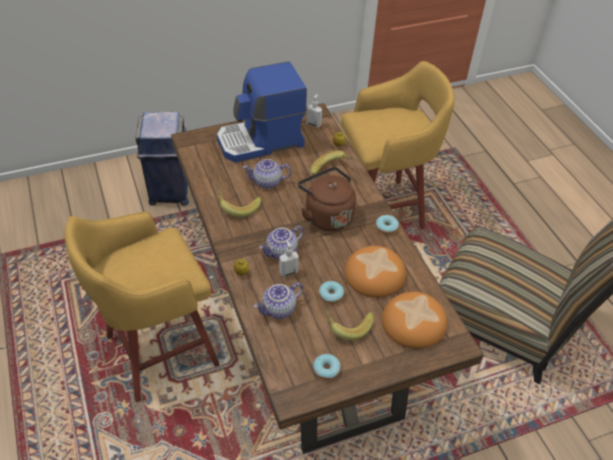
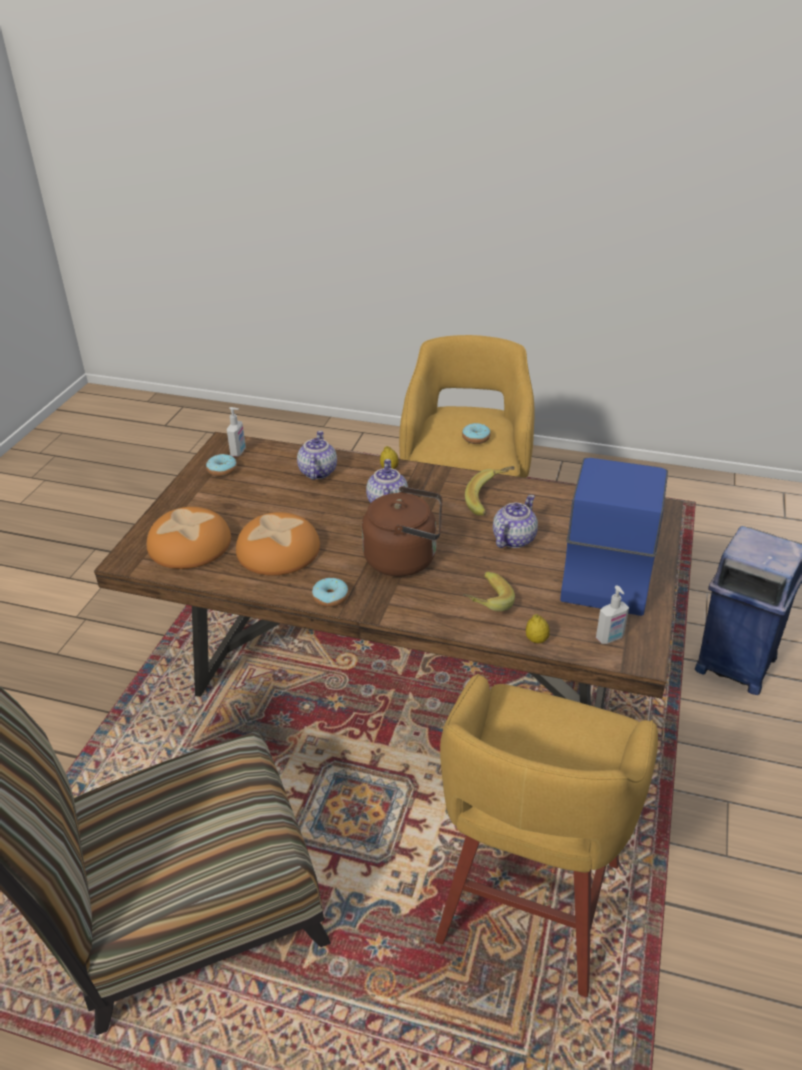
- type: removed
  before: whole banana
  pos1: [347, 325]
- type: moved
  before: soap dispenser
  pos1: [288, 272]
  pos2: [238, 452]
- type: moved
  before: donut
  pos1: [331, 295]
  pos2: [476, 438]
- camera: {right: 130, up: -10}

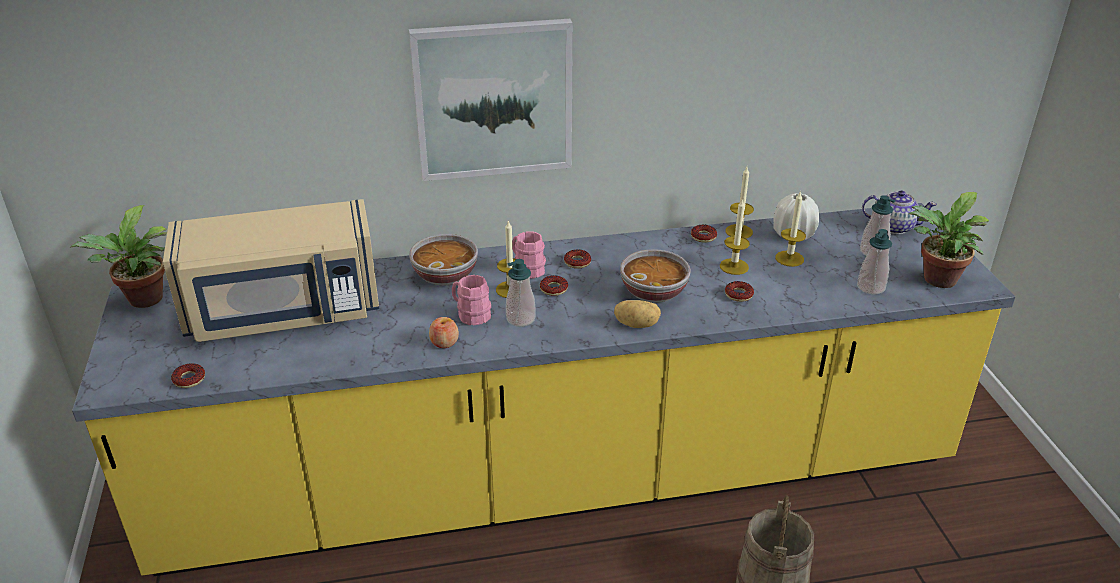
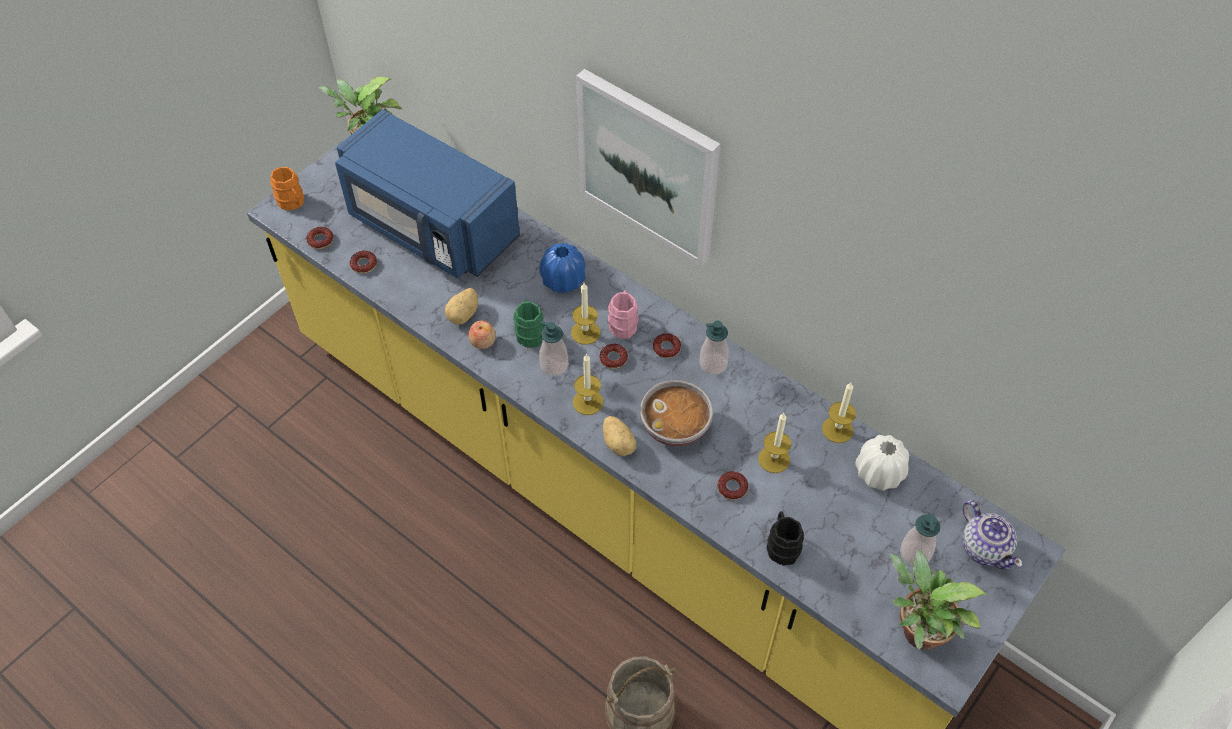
- type: added
  after: orange-coloured coffee mug
  pos2: [292, 203]
- type: added
  after: potato
  pos2: [464, 314]
- type: added
  after: black coffee mug
  pos2: [782, 545]
- type: moved
  before: donut
  pos1: [703, 237]
  pos2: [364, 264]
- type: moved
  before: candle
  pos1: [789, 258]
  pos2: [588, 402]
- type: moved
  before: soap dispenser
  pos1: [870, 287]
  pos2: [713, 364]
- type: replaced
  before: deep dish
  after: bluish vase
  pos1: [445, 275]
  pos2: [563, 280]
- type: recoloured
  before: beige microwave oven
  after: bluish microwave oven
  pos1: [284, 312]
  pos2: [430, 227]
- type: recoloured
  before: pinkish coffee mug
  after: green-coloured coffee mug
  pos1: [470, 315]
  pos2: [529, 332]
- camera: {right: 50, up: 20}

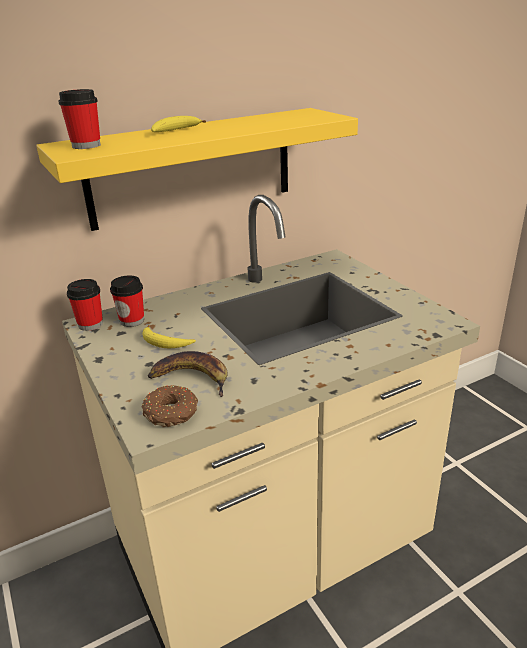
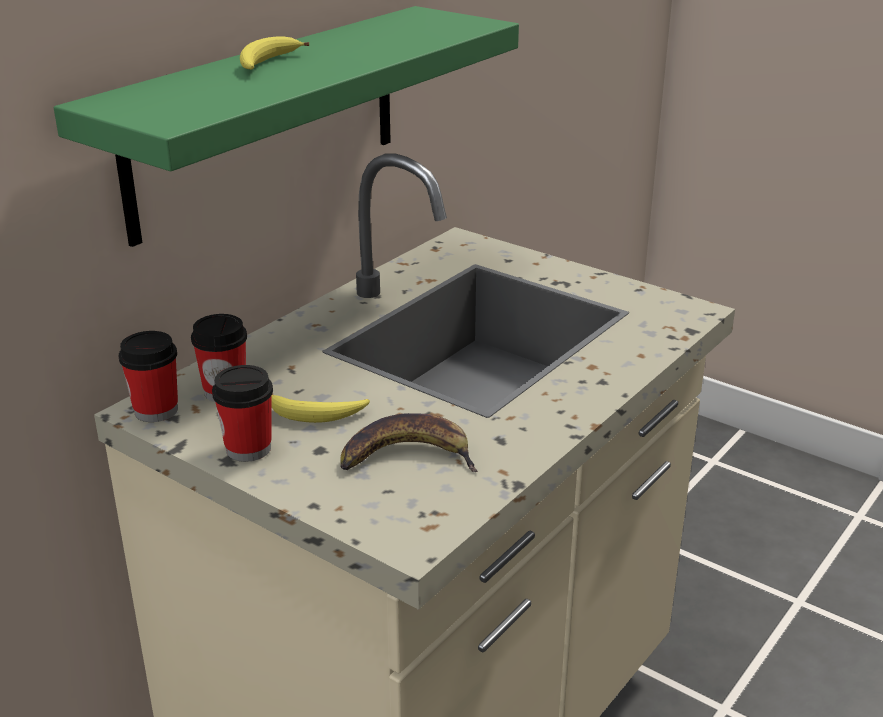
- type: removed
  before: donut
  pos1: [171, 413]
- type: moved
  before: cup
  pos1: [86, 146]
  pos2: [248, 448]
- type: recoloured
  before: yellow-coloured wall shelf
  after: green-coloured wall shelf
  pos1: [192, 168]
  pos2: [267, 120]
- camera: {right: -25, up: 0}

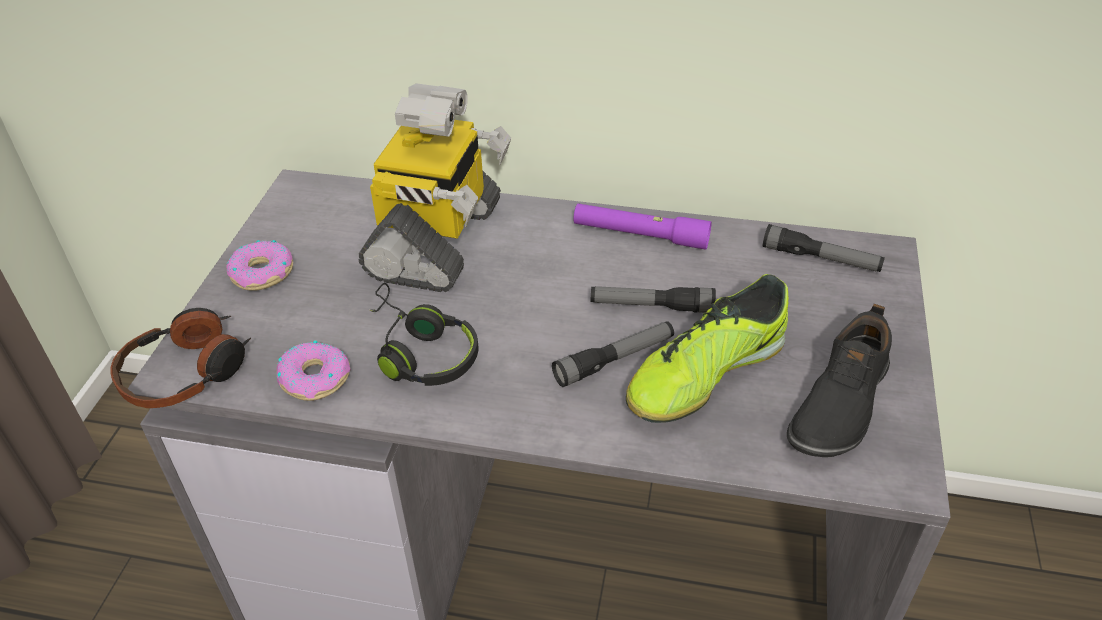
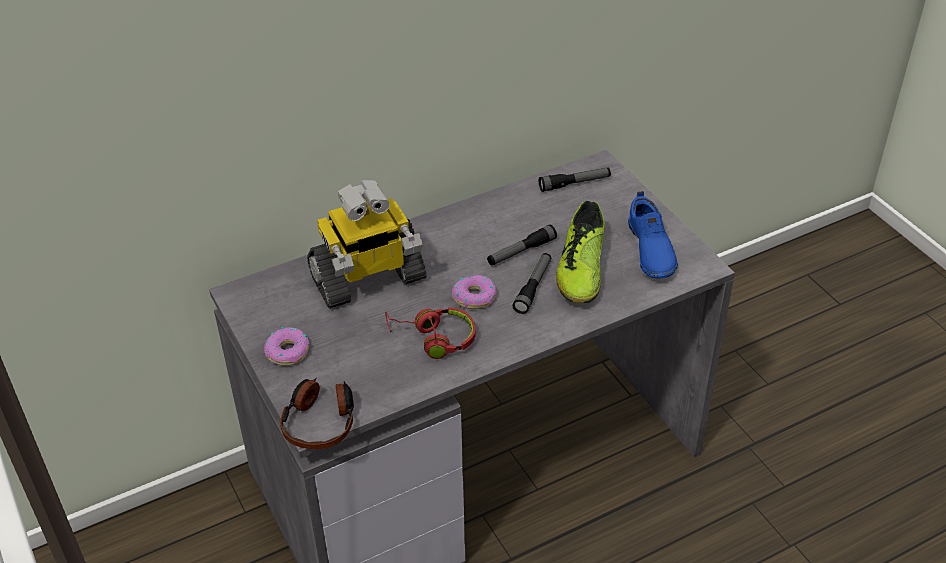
- type: removed
  before: purple hand torch
  pos1: [640, 235]
- type: moved
  before: donut
  pos1: [315, 378]
  pos2: [474, 297]
- type: recoloured
  before: black headphones
  after: red headphones
  pos1: [419, 351]
  pos2: [433, 339]
- type: recoloured
  before: black item of footwear
  after: bluish item of footwear
  pos1: [838, 403]
  pos2: [649, 250]
- type: turned
  before: toy robot
  pos1: [438, 241]
  pos2: [368, 279]
  turn: 90
- camera: {right: -40, up: 0}

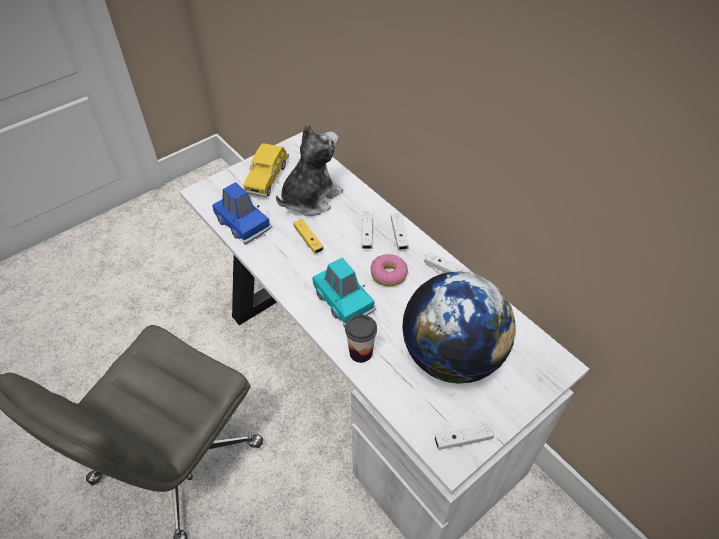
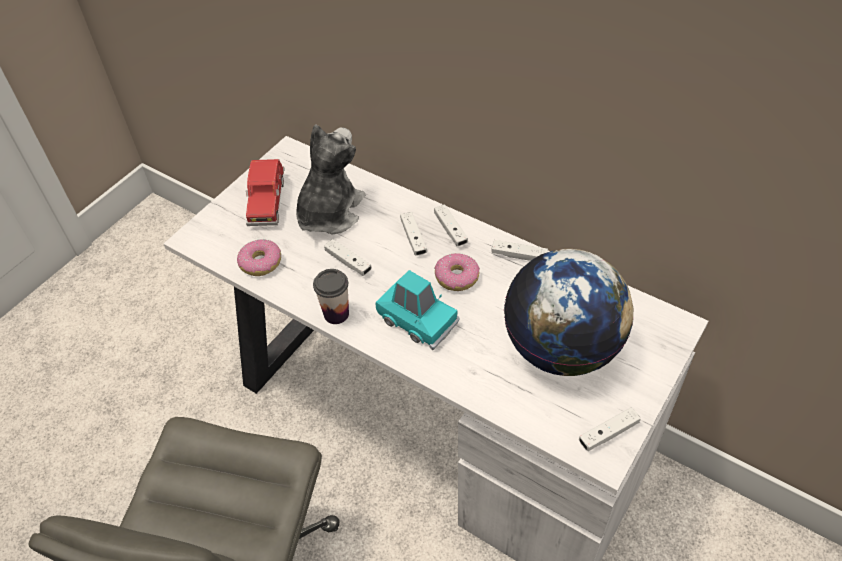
- type: moved
  before: cup
  pos1: [360, 352]
  pos2: [336, 314]
- type: replaced
  before: bluish model car
  after: donut
  pos1: [243, 223]
  pos2: [261, 262]
- type: recoloured
  before: yellow-coloured model car
  after: red model car
  pos1: [267, 178]
  pos2: [267, 201]
- type: recoloured
  before: yellow-coloured joypad
  after: whitish joypad
  pos1: [308, 240]
  pos2: [348, 262]
- camera: {right: -15, up: 0}

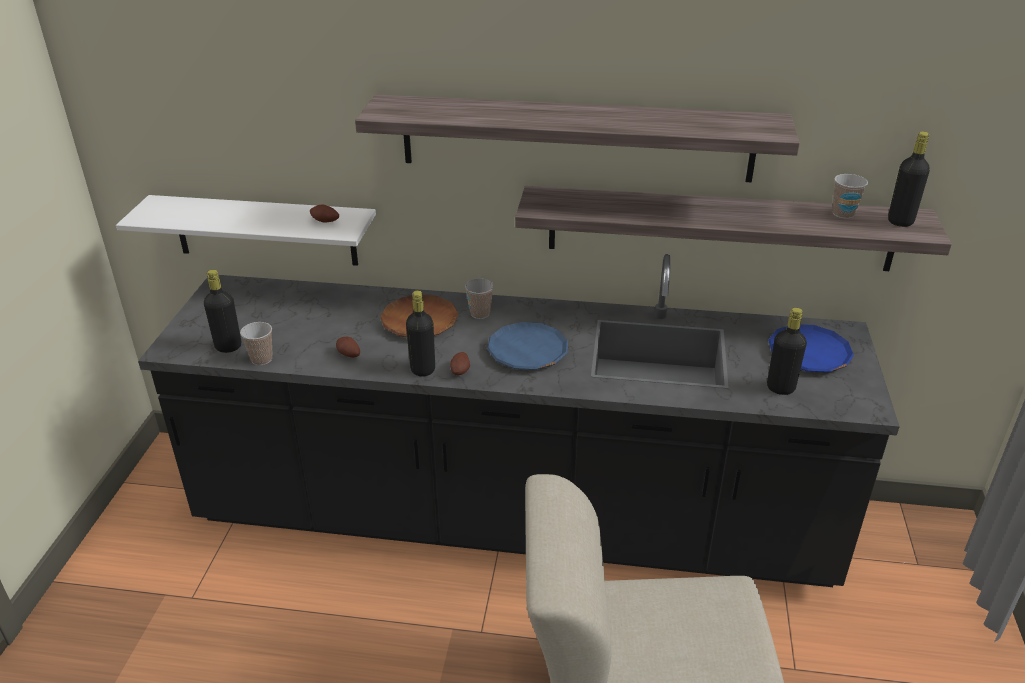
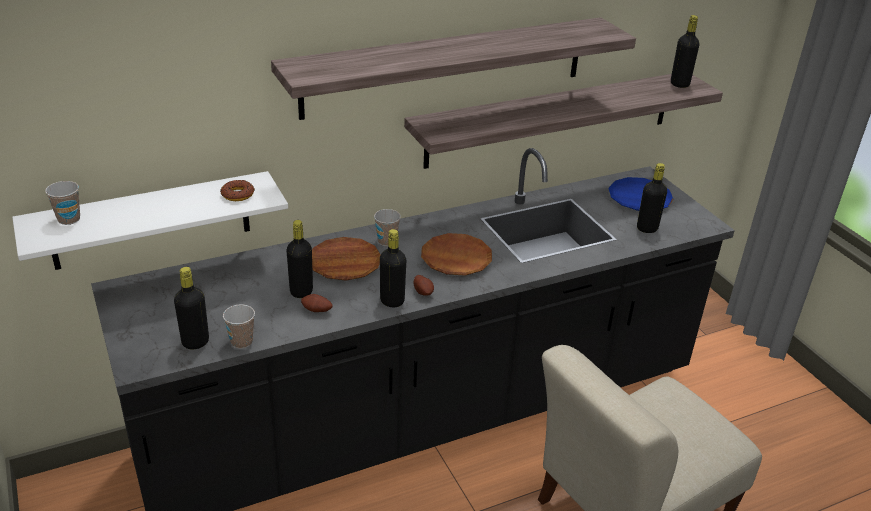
- type: added
  after: black bottle
  pos2: [301, 291]
- type: moved
  before: cup
  pos1: [843, 214]
  pos2: [69, 219]
- type: replaced
  before: potato
  after: donut
  pos1: [325, 222]
  pos2: [238, 194]
- type: recoloured
  before: bluish plate
  after: brown plate
  pos1: [527, 351]
  pos2: [456, 259]
- camera: {right: -35, up: 0}

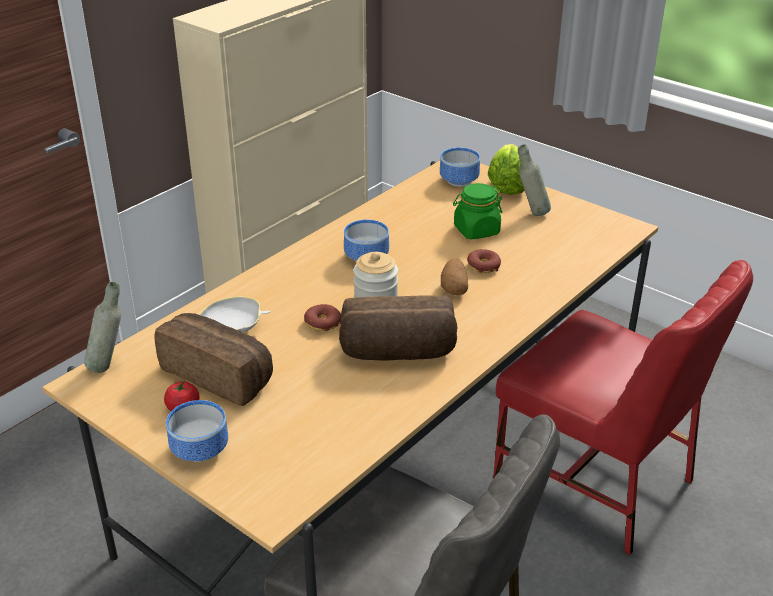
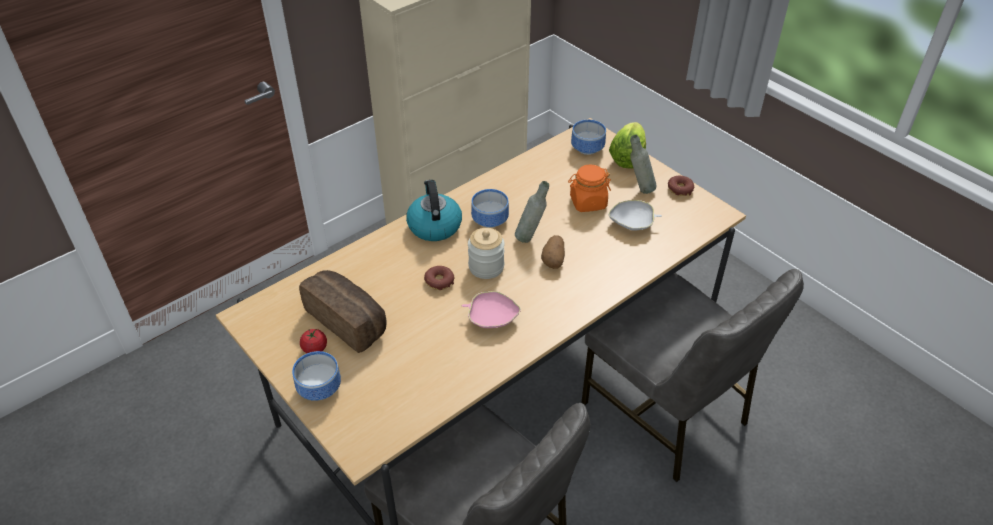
- type: added
  after: tea kettle
  pos2: [434, 225]
- type: moved
  before: greyish bottle
  pos1: [109, 365]
  pos2: [530, 237]
- type: moved
  before: whitish deep dish
  pos1: [234, 327]
  pos2: [633, 223]
- type: moved
  before: donut
  pos1: [483, 266]
  pos2: [680, 189]
- type: replaced
  before: baked bread
  after: pinkish deep dish
  pos1: [397, 353]
  pos2: [491, 318]
- type: recoloured
  before: green-coloured storage jar
  after: orange-coloured storage jar
  pos1: [476, 230]
  pos2: [588, 202]
- type: recoloured
  before: red chair
  after: greyish chair
  pos1: [597, 482]
  pos2: [667, 413]
- camera: {right: 10, up: 10}

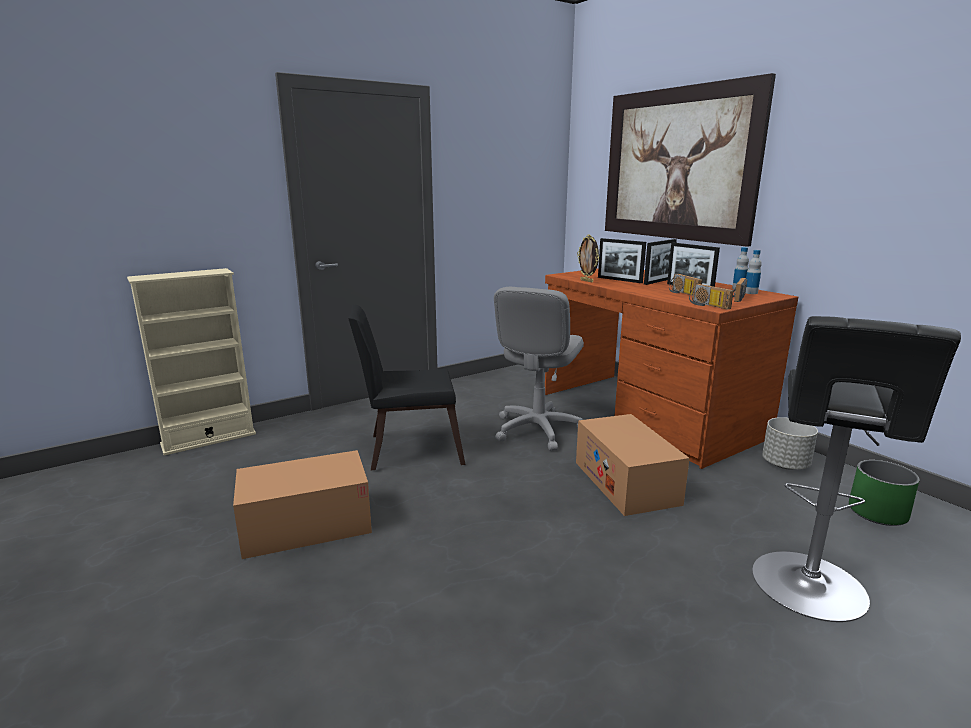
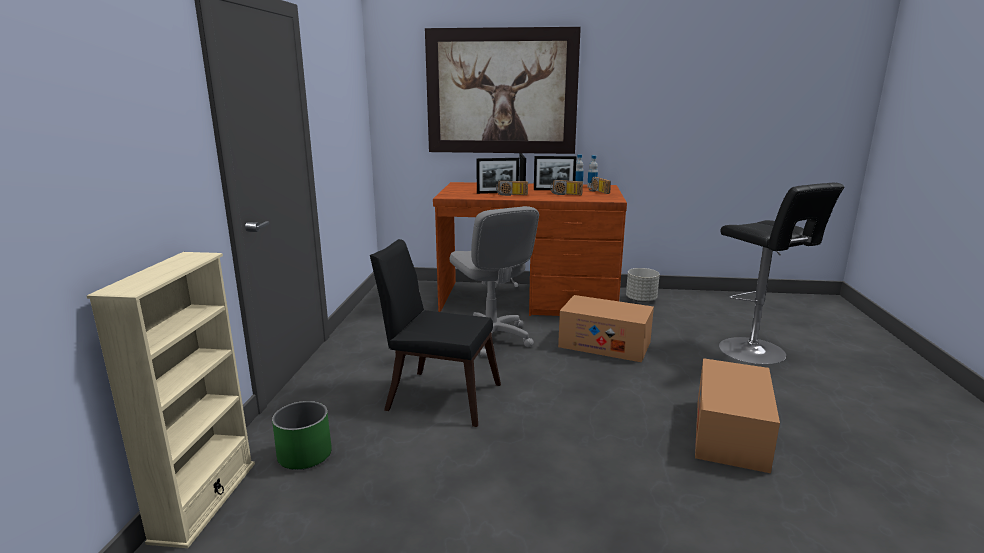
- type: removed
  before: picture frame
  pos1: [587, 281]
- type: moved
  before: packing box
  pos1: [306, 525]
  pos2: [730, 433]
- type: moved
  before: radio set
  pos1: [707, 305]
  pos2: [511, 195]
- type: moved
  before: green-coloured planter
  pos1: [877, 513]
  pos2: [305, 456]
- type: turned
  before: black chair
  pos1: [408, 449]
  pos2: [438, 395]
  turn: 75
- camera: {right: -50, up: 0}

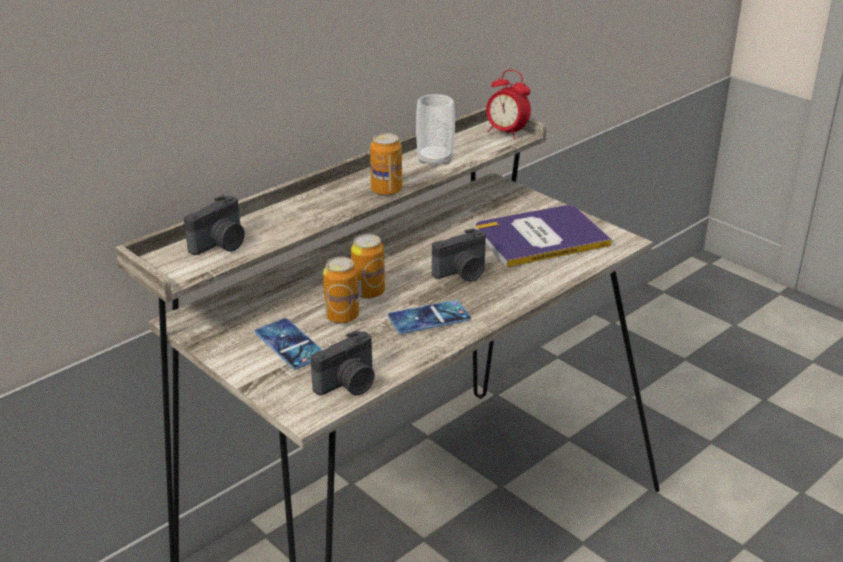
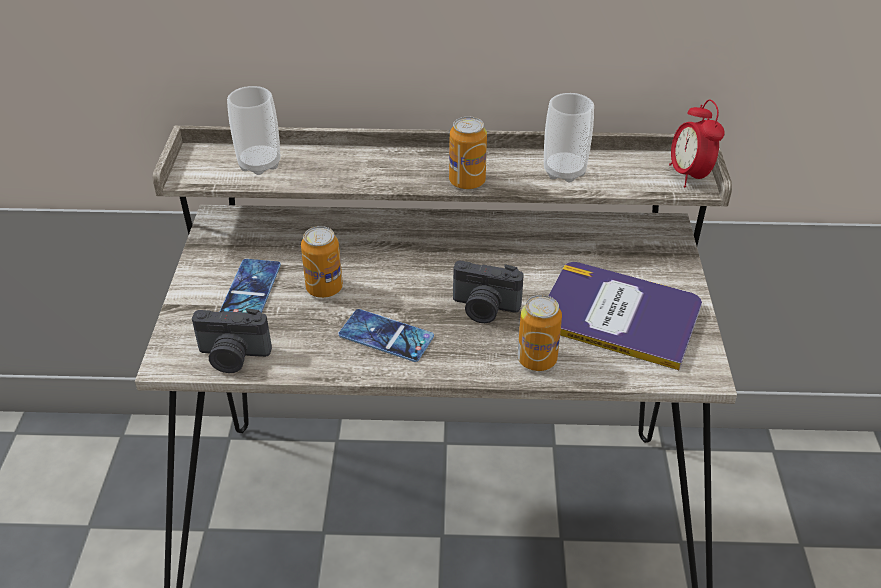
- type: moved
  before: can
  pos1: [368, 292]
  pos2: [537, 359]
- type: replaced
  before: photo camera
  after: cup
  pos1: [221, 245]
  pos2: [259, 164]
- camera: {right: 45, up: 10}

